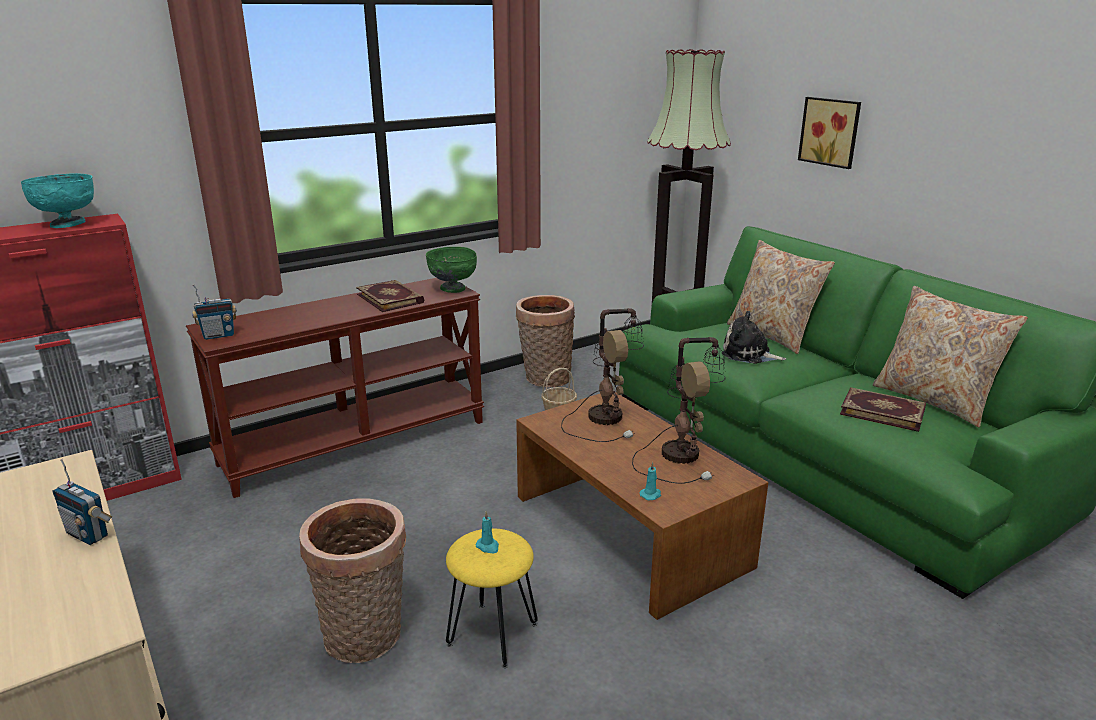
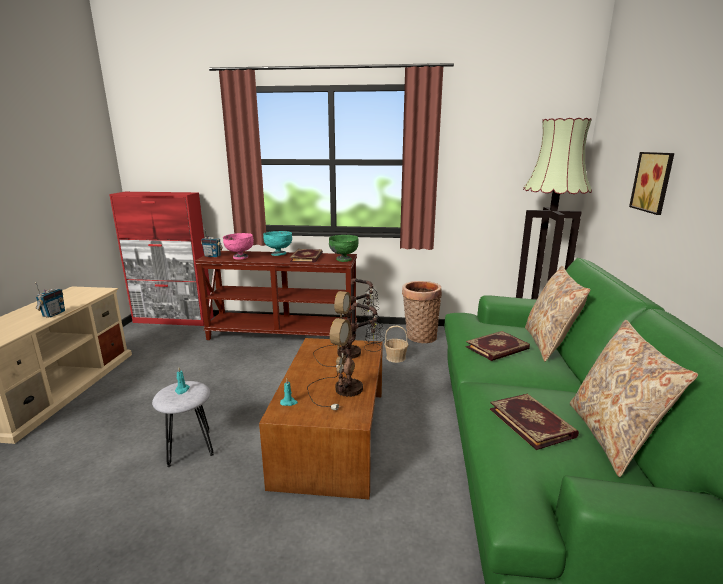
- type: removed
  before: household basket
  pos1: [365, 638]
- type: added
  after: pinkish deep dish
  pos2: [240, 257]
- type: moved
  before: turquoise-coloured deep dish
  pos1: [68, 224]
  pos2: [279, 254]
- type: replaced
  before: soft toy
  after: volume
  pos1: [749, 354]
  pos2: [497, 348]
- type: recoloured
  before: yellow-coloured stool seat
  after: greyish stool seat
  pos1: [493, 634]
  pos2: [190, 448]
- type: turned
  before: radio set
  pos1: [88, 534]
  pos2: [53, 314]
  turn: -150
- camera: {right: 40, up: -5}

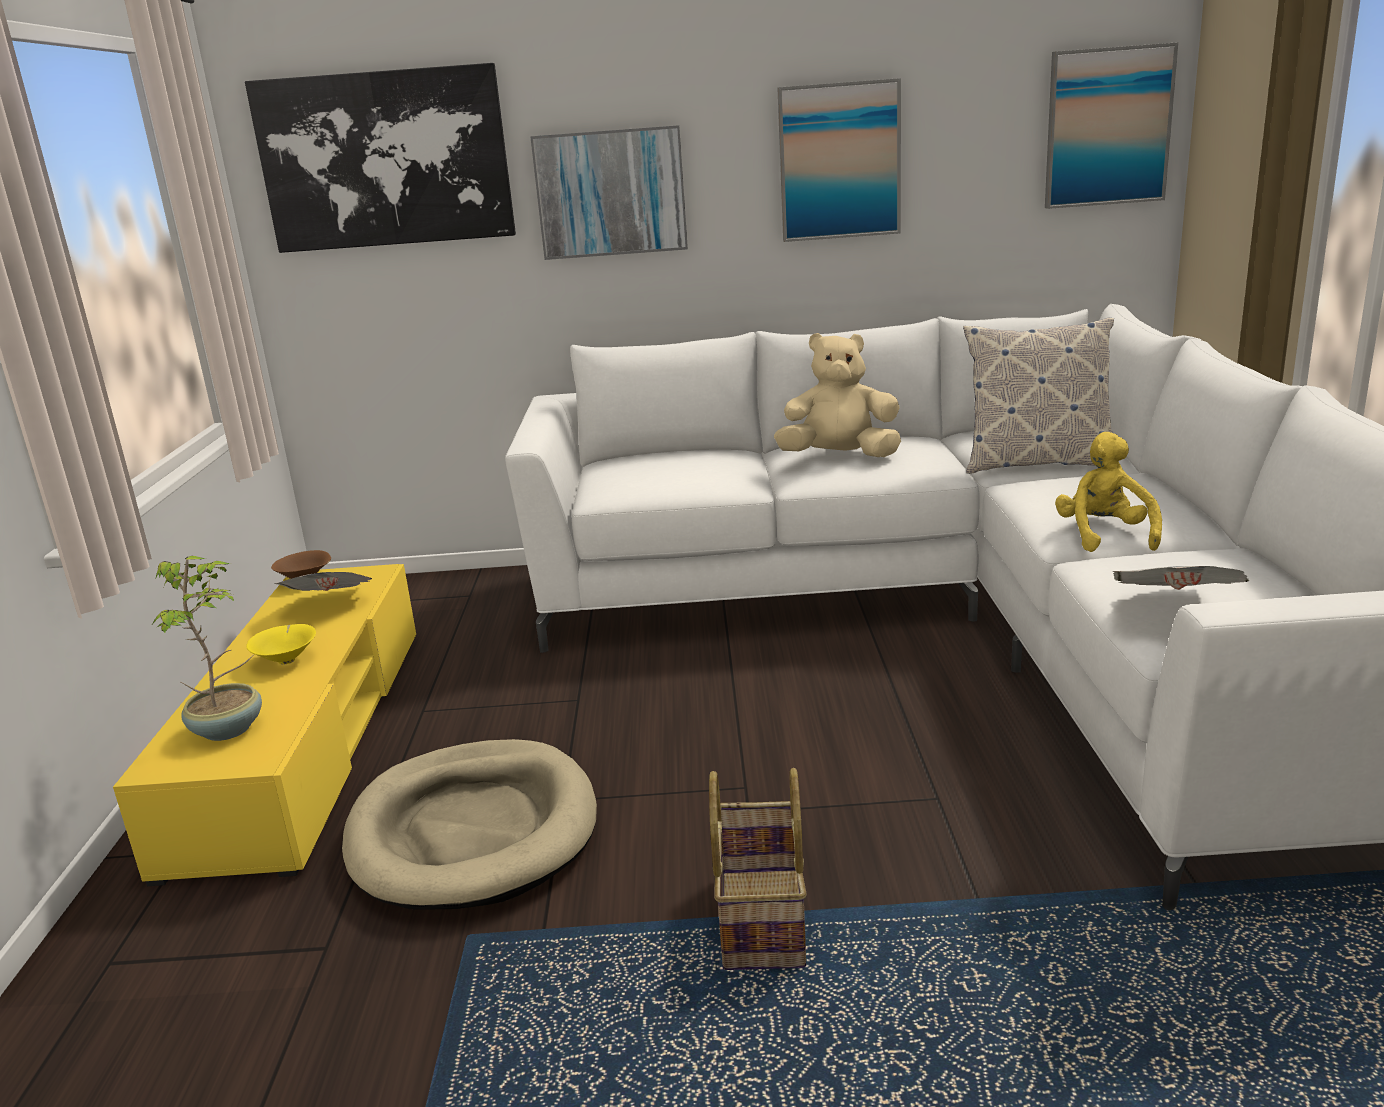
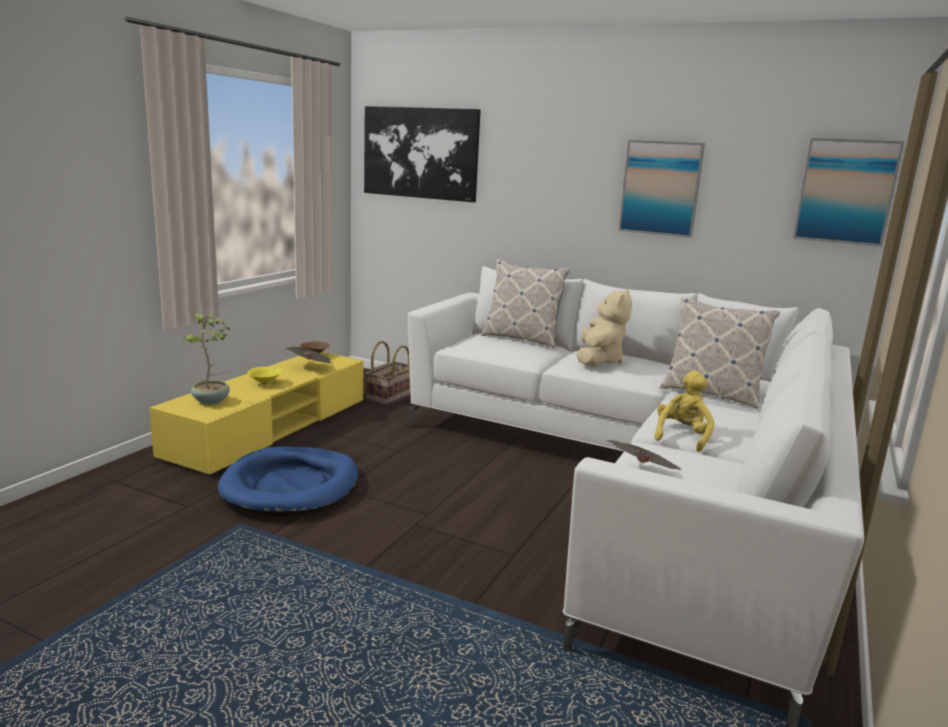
- type: removed
  before: picture
  pos1: [611, 193]
- type: added
  after: pillow
  pos2: [521, 339]
- type: moved
  before: household basket
  pos1: [759, 918]
  pos2: [390, 396]
- type: recoloured
  before: beige dog bed
  after: bluish dog bed
  pos1: [473, 831]
  pos2: [291, 486]
- type: turned
  before: beige soft toy
  pos1: [839, 457]
  pos2: [599, 361]
  turn: 75
- camera: {right: 25, up: -5}

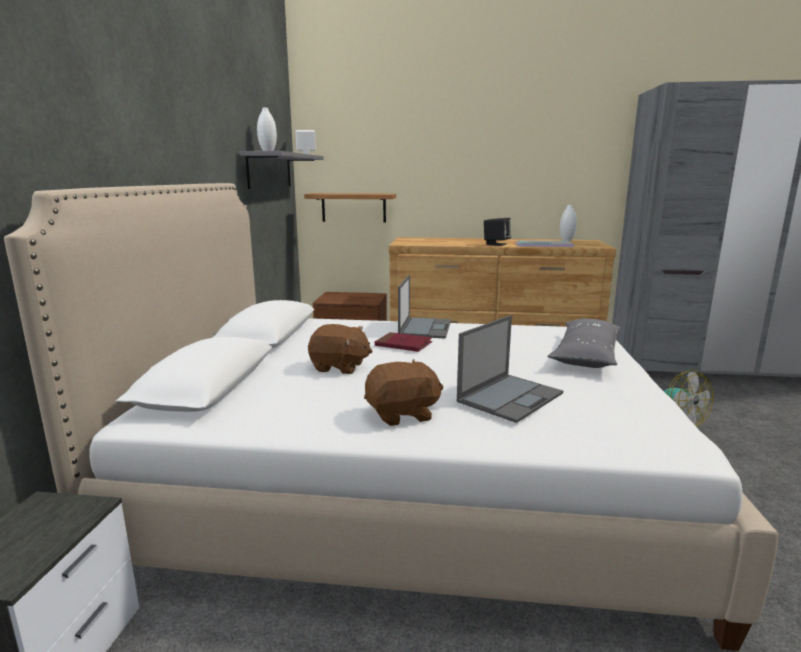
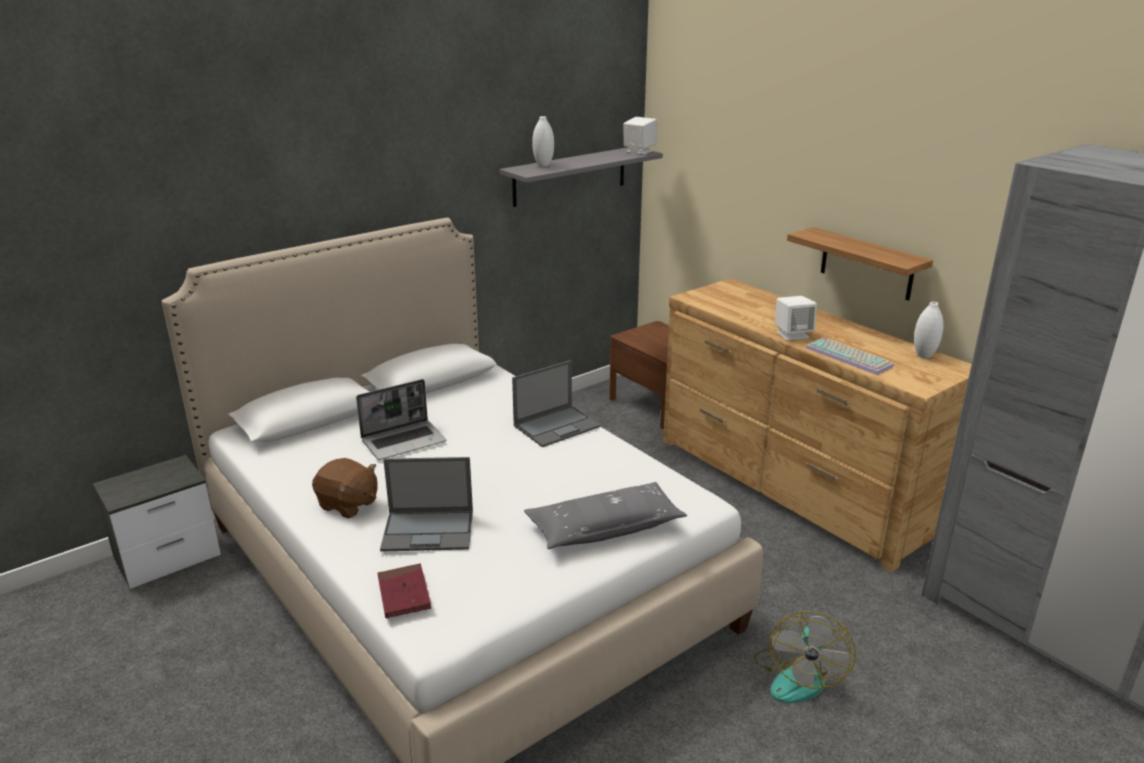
- type: moved
  before: wall shelf
  pos1: [353, 207]
  pos2: [866, 264]
- type: moved
  before: red volume
  pos1: [403, 345]
  pos2: [404, 594]
- type: replaced
  before: brown soft toy
  after: portable computer
  pos1: [339, 367]
  pos2: [404, 441]
- type: recoloured
  before: black loudspeaker
  after: whitish loudspeaker
  pos1: [496, 244]
  pos2: [793, 334]
- camera: {right: 45, up: 10}

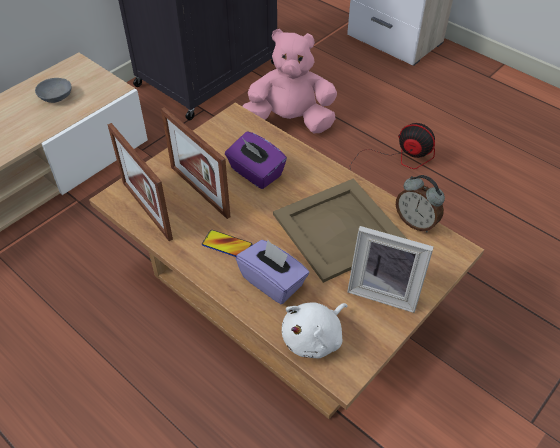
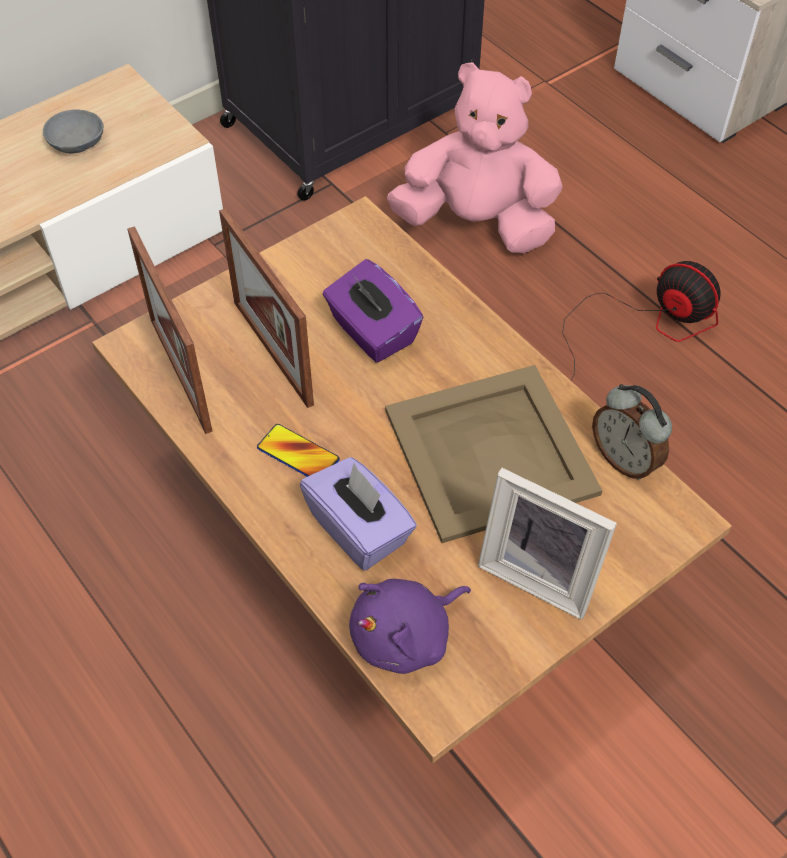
- type: recoloured
  before: whitish soft toy
  after: purple soft toy
  pos1: [314, 338]
  pos2: [406, 636]
- camera: {right: 10, up: 5}

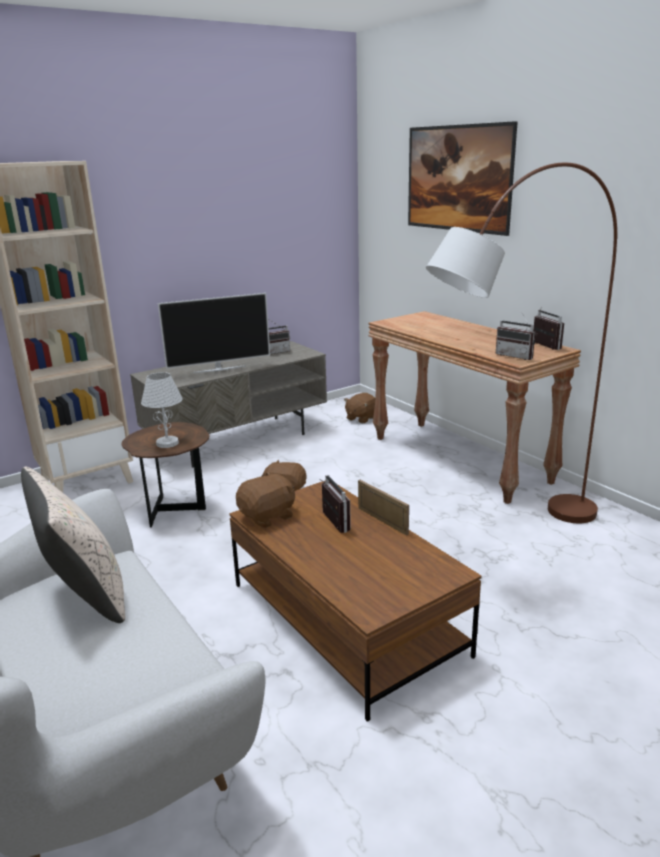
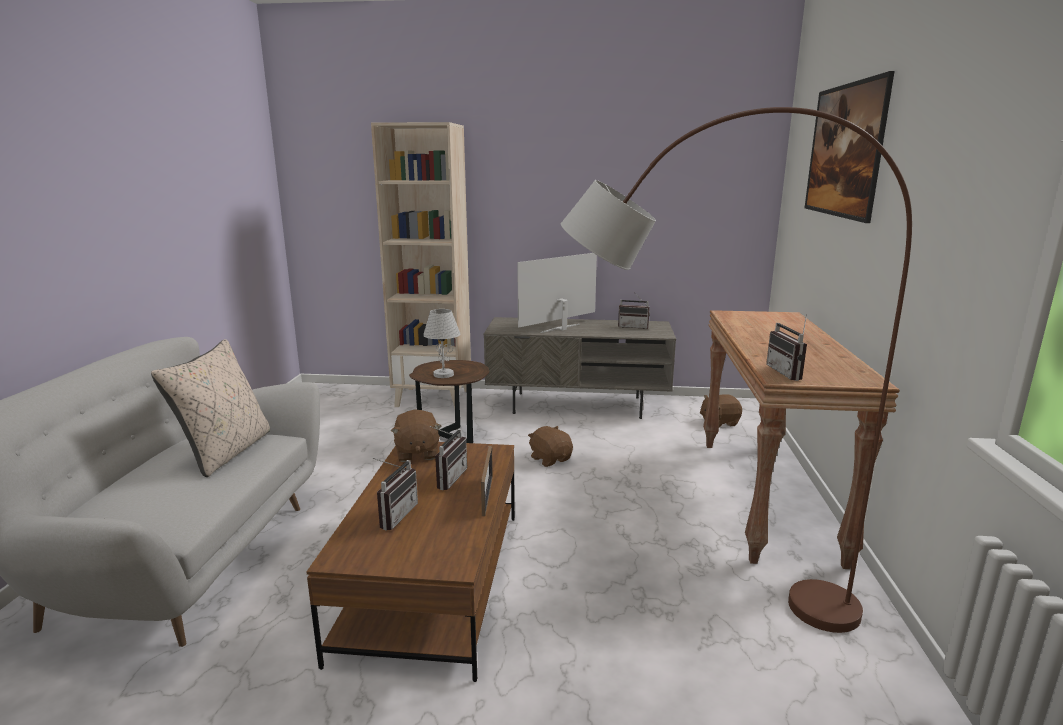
- type: moved
  before: radio set
  pos1: [542, 346]
  pos2: [393, 515]
- type: turned
  before: TV set
  pos1: [219, 369]
  pos2: [561, 329]
  turn: 120
- type: turned
  before: brown soft toy
  pos1: [268, 516]
  pos2: [416, 453]
  turn: 75
- camera: {right: 40, up: -5}

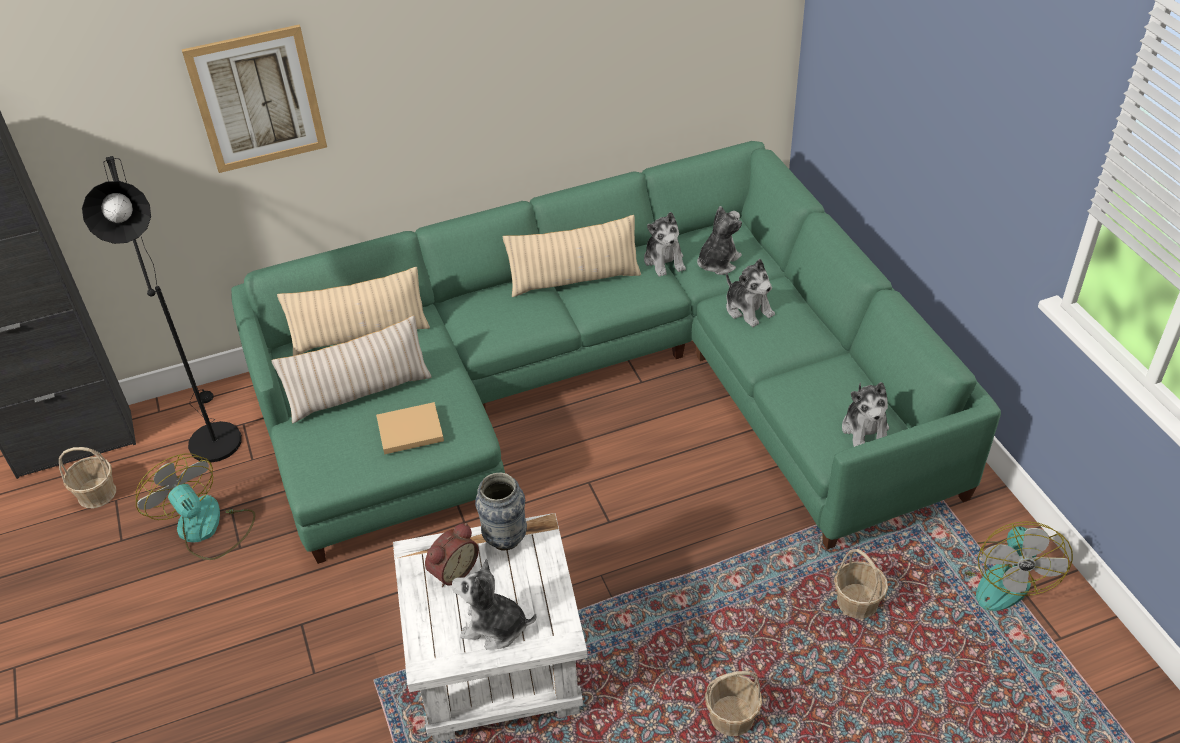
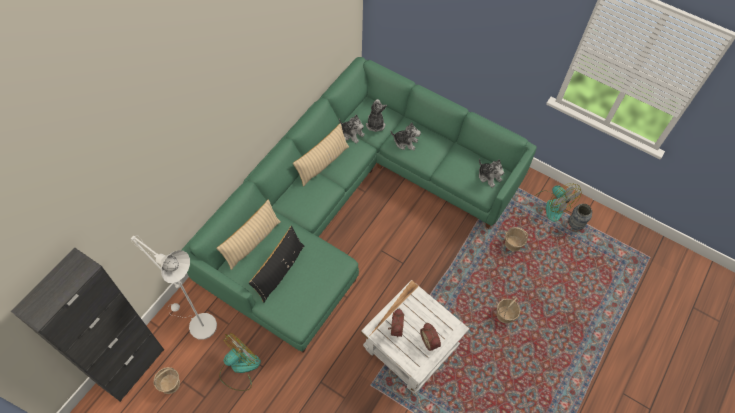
- type: removed
  before: picture
  pos1: [257, 99]
- type: removed
  before: beige volume
  pos1: [408, 430]
- type: moved
  before: vase
  pos1: [505, 539]
  pos2: [575, 225]
- type: replaced
  before: soft toy
  after: bedside clock
  pos1: [494, 627]
  pos2: [430, 341]
- type: recoloured
  before: black floor lamp
  after: whitish floor lamp
  pos1: [211, 436]
  pos2: [198, 324]
- type: recoloured
  before: beige pillow
  after: black pillow
  pos1: [359, 393]
  pos2: [279, 271]
- type: turned
  before: fan
  pos1: [206, 529]
  pos2: [239, 367]
  turn: 120
- camera: {right: -40, up: 15}

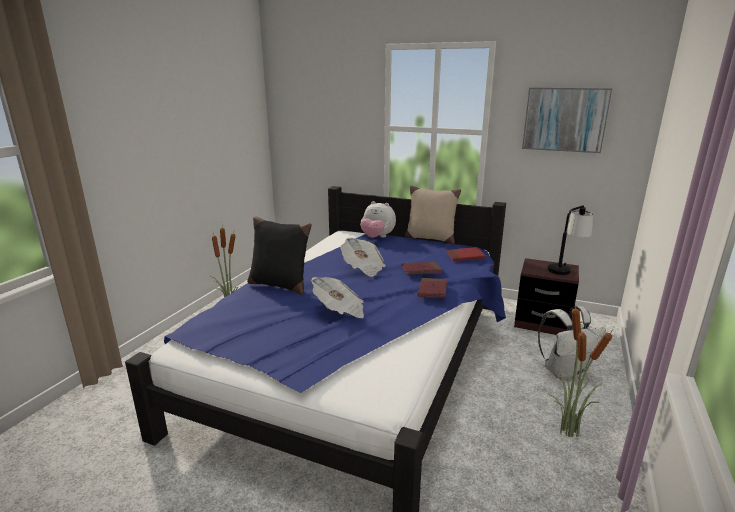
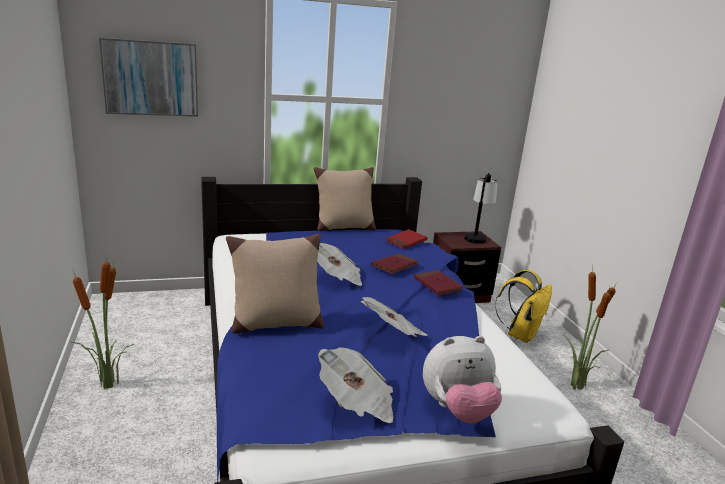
- type: added
  after: printed paper
  pos2: [357, 403]
- type: moved
  before: soft toy
  pos1: [377, 237]
  pos2: [457, 410]
- type: moved
  before: picture
  pos1: [564, 119]
  pos2: [151, 78]
- type: recoloured
  before: black pillow
  after: beige pillow
  pos1: [279, 285]
  pos2: [275, 324]
- type: recoloured
  before: whitish rucksack
  after: yellow-coloured rucksack
  pos1: [564, 372]
  pos2: [520, 334]
- camera: {right: -40, up: 0}

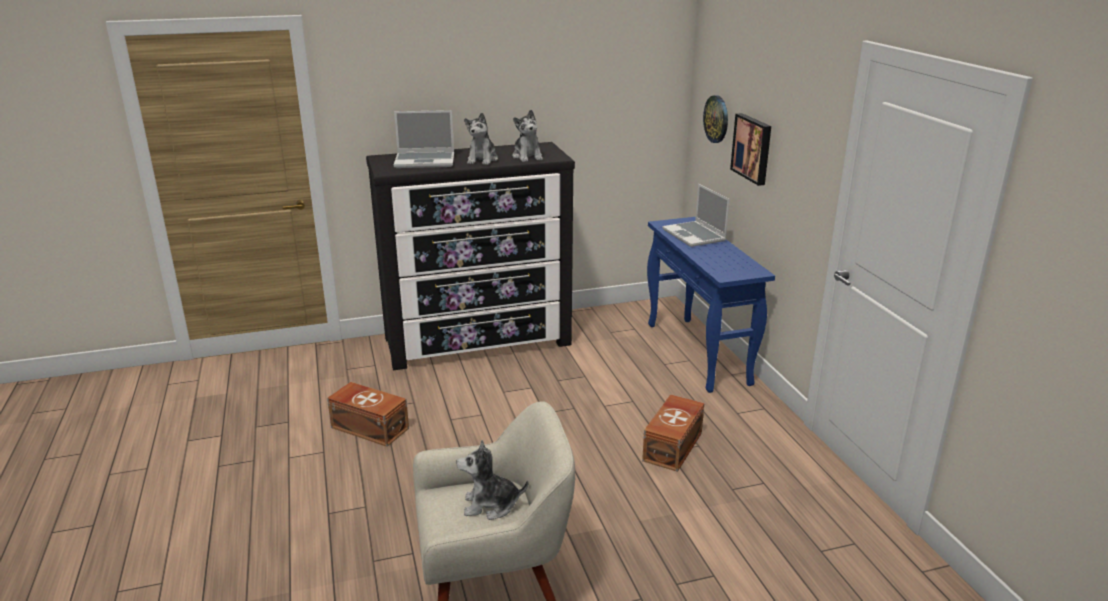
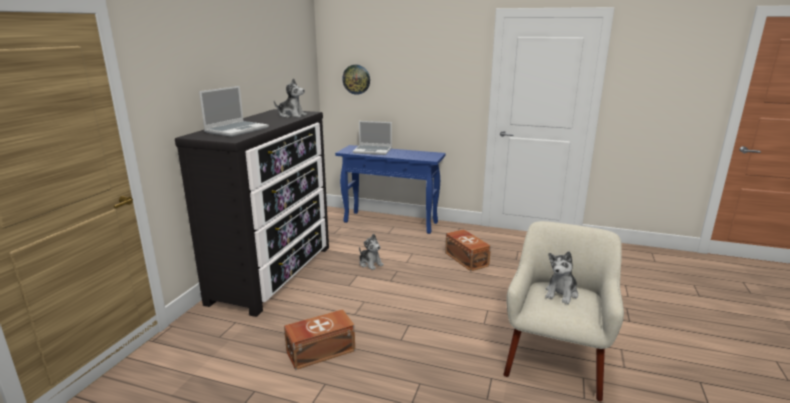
- type: removed
  before: picture
  pos1: [753, 148]
- type: moved
  before: soft toy
  pos1: [482, 160]
  pos2: [370, 263]
- camera: {right: -55, up: -5}

